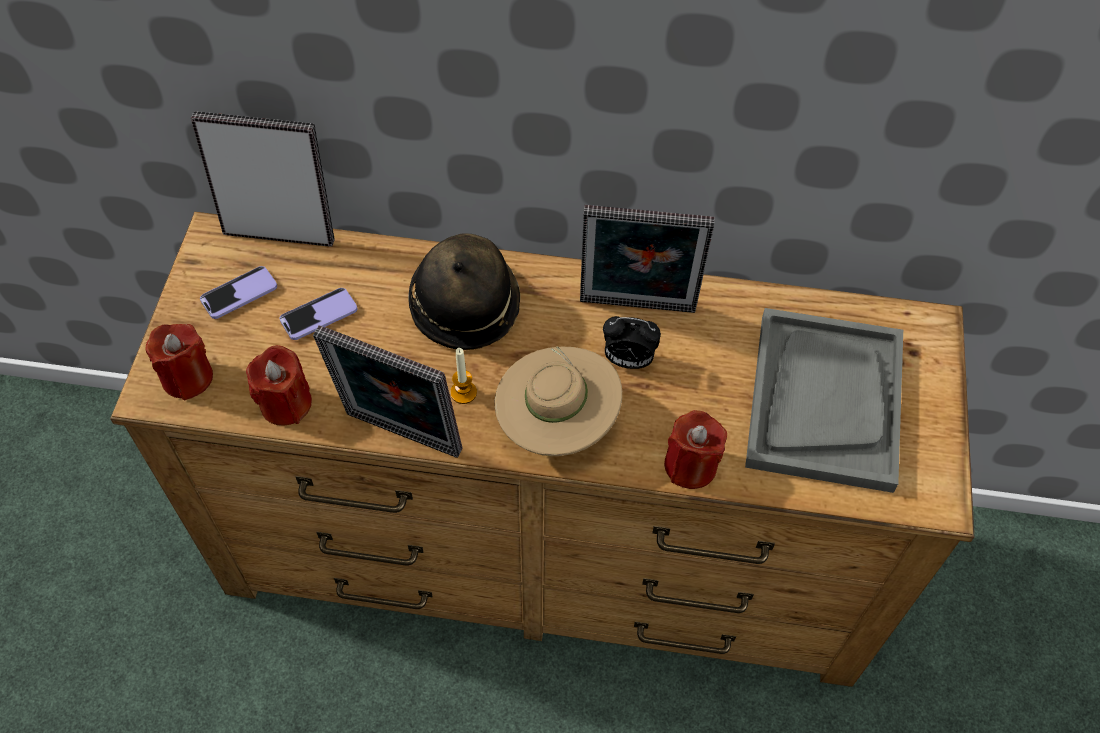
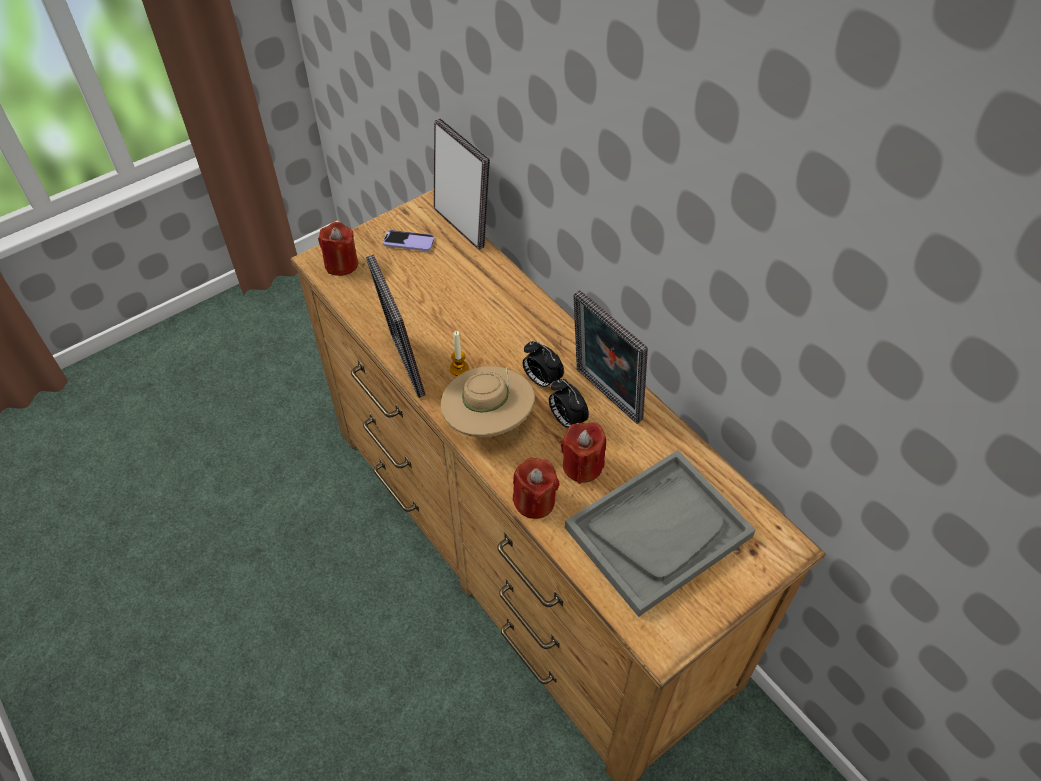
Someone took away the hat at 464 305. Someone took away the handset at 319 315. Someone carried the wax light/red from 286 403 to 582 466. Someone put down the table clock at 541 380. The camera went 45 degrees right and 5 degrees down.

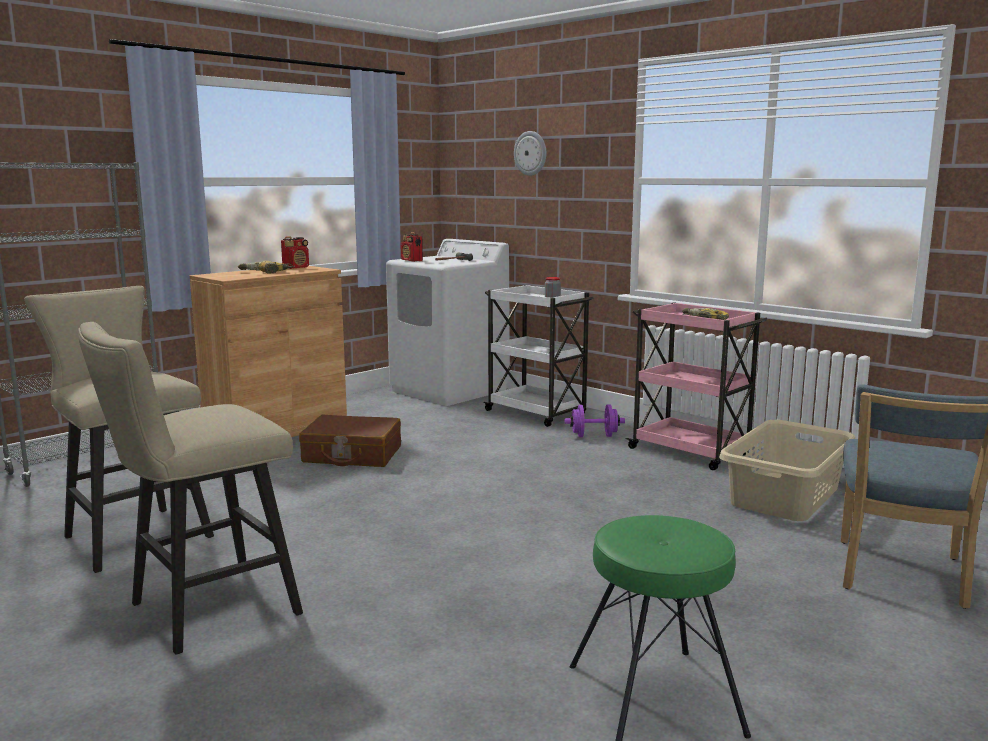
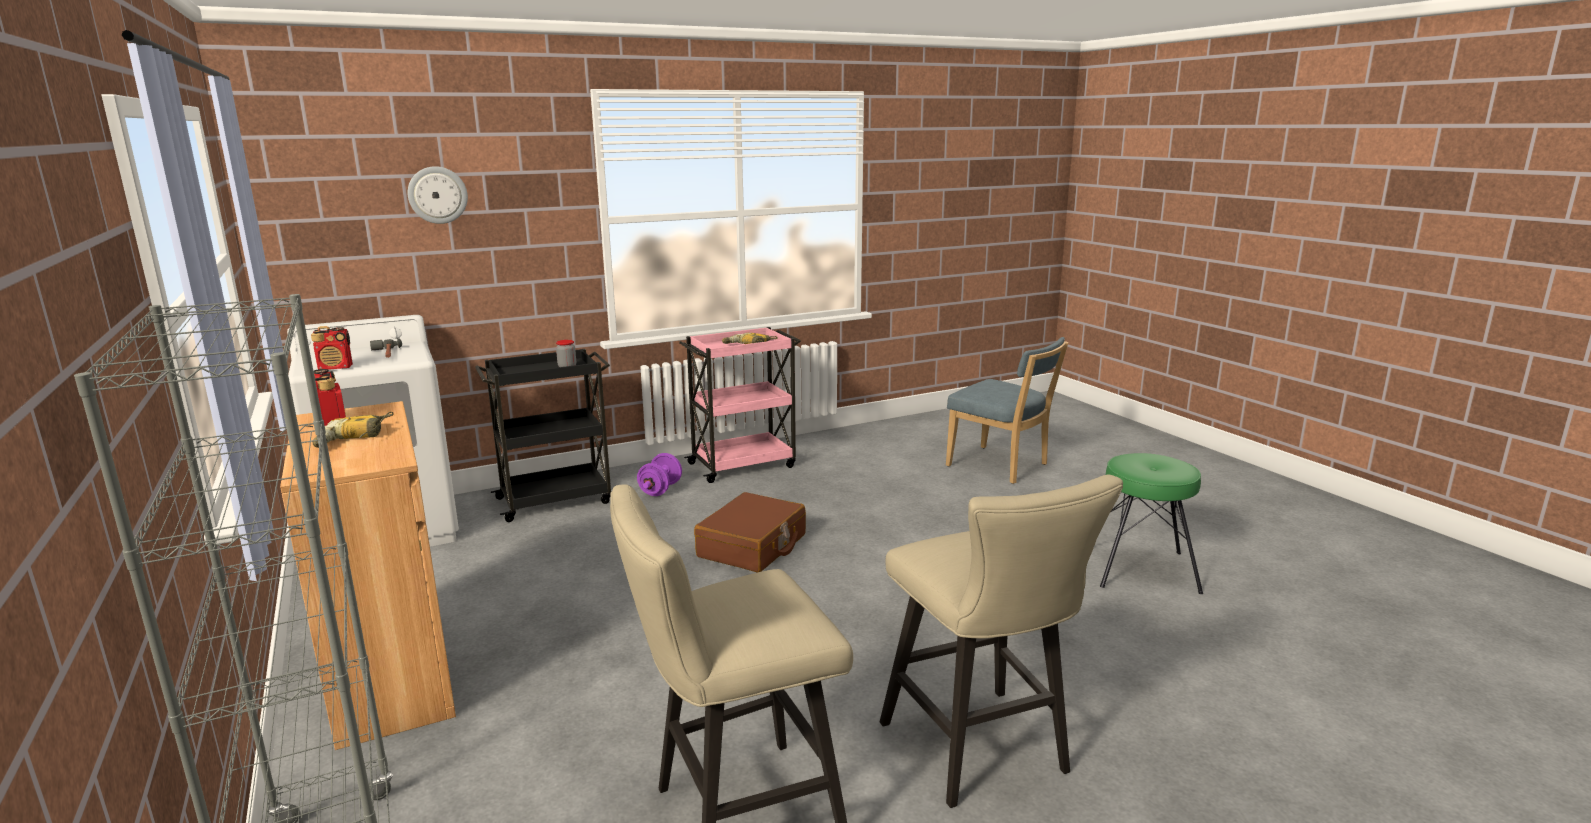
Someone repainted the wheeled cart/white-coloured at 536 413, which became the wheeled cart/blackish at 556 500. Someone carried the suitcase/brown from 352 455 to 752 546. Someone took away the washing basket/sand-coloured at 784 496. The camera went 70 degrees left and 5 degrees up.

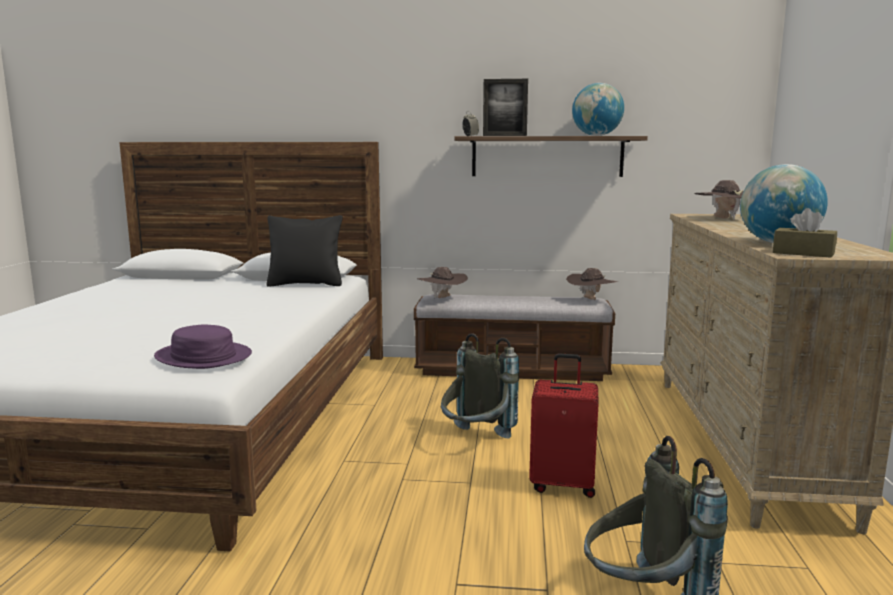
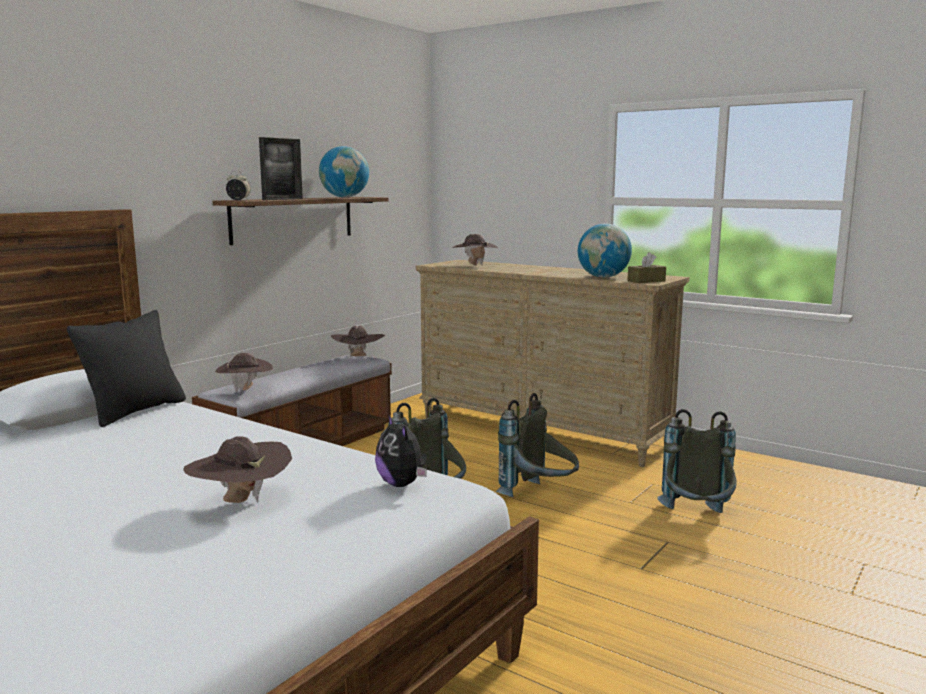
Someone swapped the hat/purple-coloured at 203 357 for the plush toy at 402 484. Someone swapped the suitcase/red at 563 484 for the backpack/gray at 540 496. Someone put down the hat/brown at 240 502. The camera went 60 degrees left and 0 degrees up.

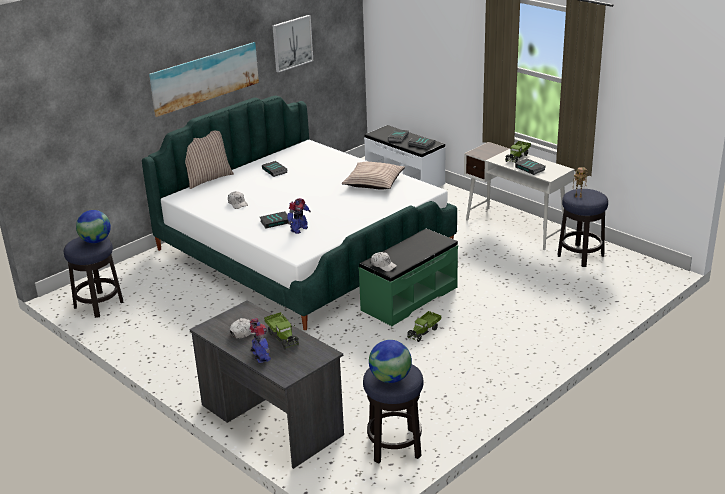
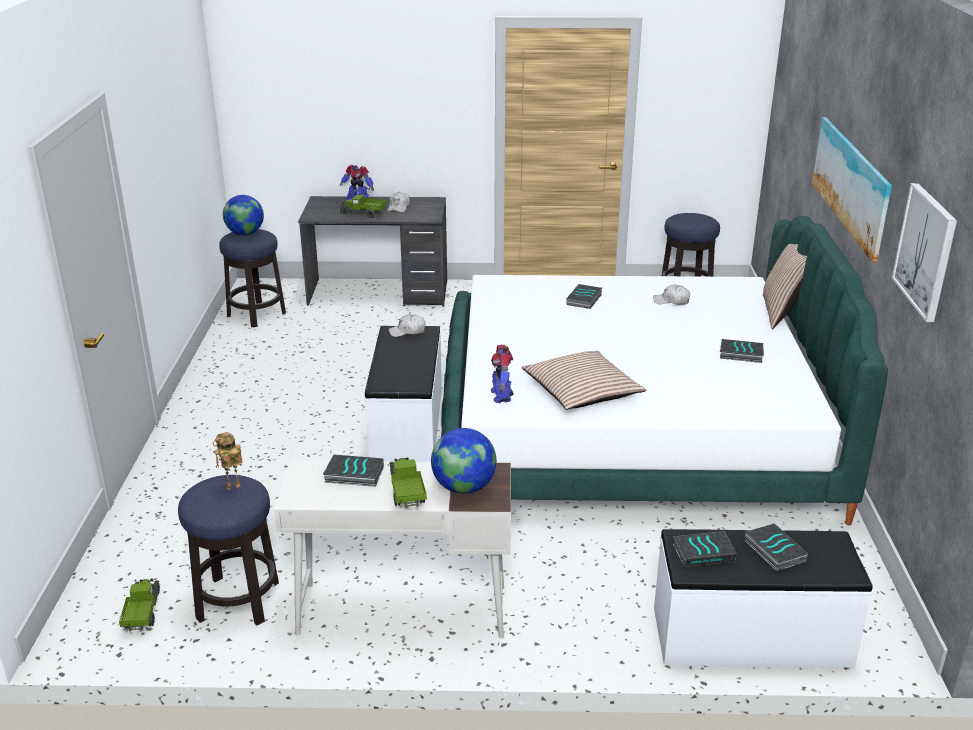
Someone carried the model robot from 298 229 to 501 395. Someone carried the globe from 96 241 to 464 487. Someone repainted the long seat/green-coloured at 409 298, which became the long seat/white-coloured at 408 424. Someone carried the toy lorry from 424 332 to 142 613. The camera went 135 degrees right and 0 degrees up.

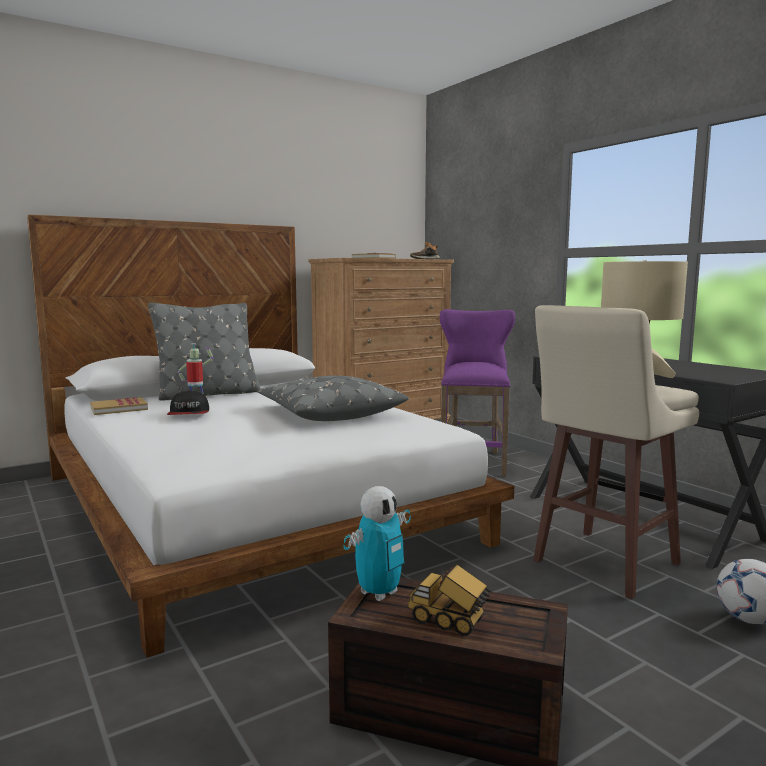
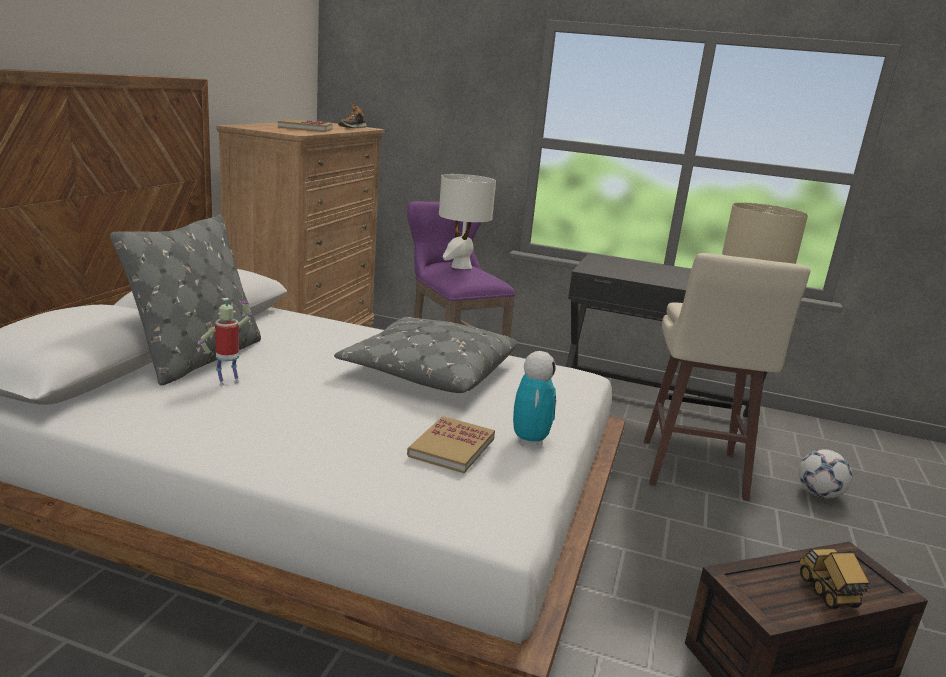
Someone took away the baseball cap at 189 414. Someone carried the bound book from 119 408 to 451 447. Someone carried the model robot from 379 593 to 530 440. Someone rotated the toy lorry at 449 622 by 90 degrees clockwise. Someone put down the table lamp/white-coloured at 461 266. The camera went 40 degrees left and 10 degrees up.

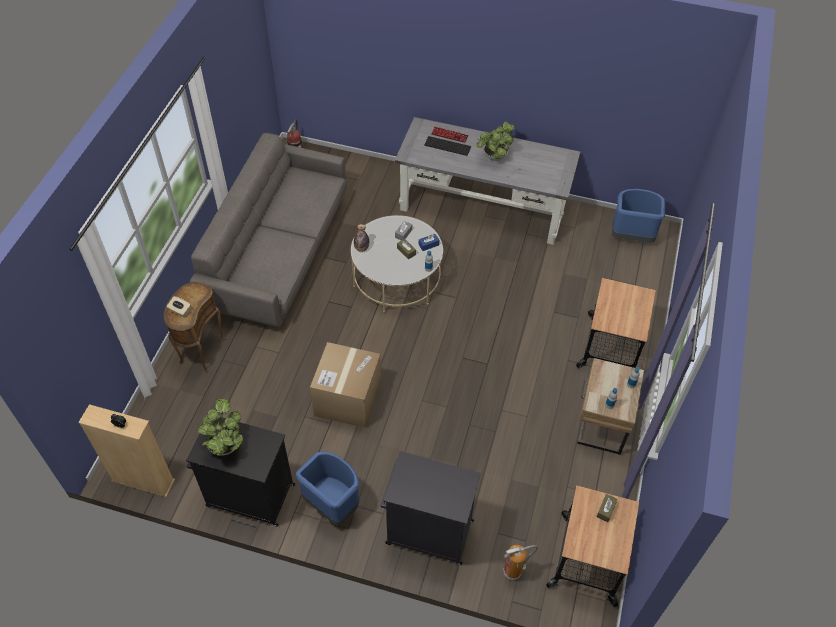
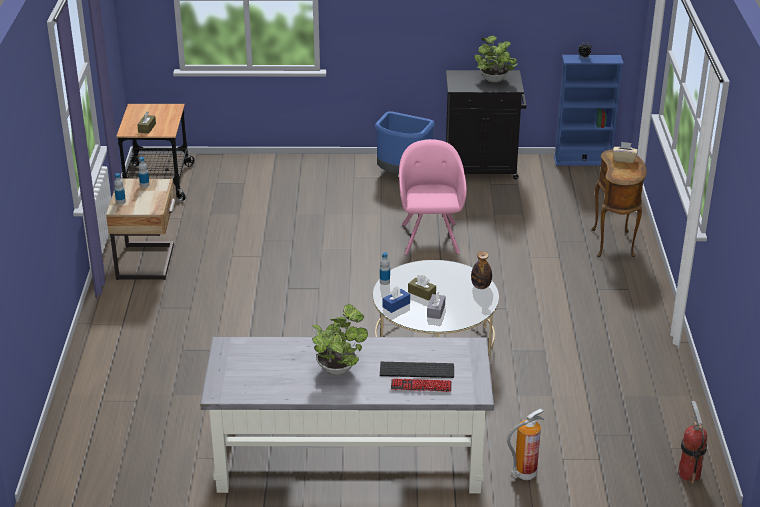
Someone took away the couch/gray at 279 254. Someone took away the trash can/blue-coloured at 631 236. Someone took away the wheeled cart at 611 348. Someone swapped the cardboard box at 348 399 for the armchair/pink-coloured at 430 236. Someone repainted the bookshelf/sand-coloured at 143 480, which became the bookshelf/blue-coloured at 582 161. Someone took away the cupboard/blackish at 427 532. Someone carried the fire-fighting cylinder from 513 571 to 524 474. The camera went 165 degrees right and 20 degrees down.

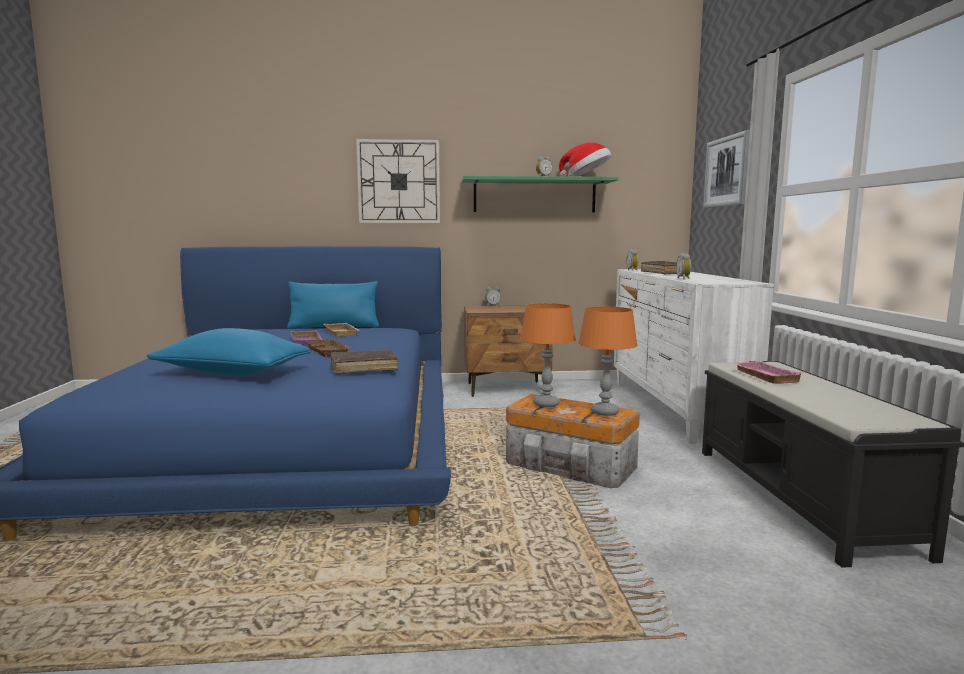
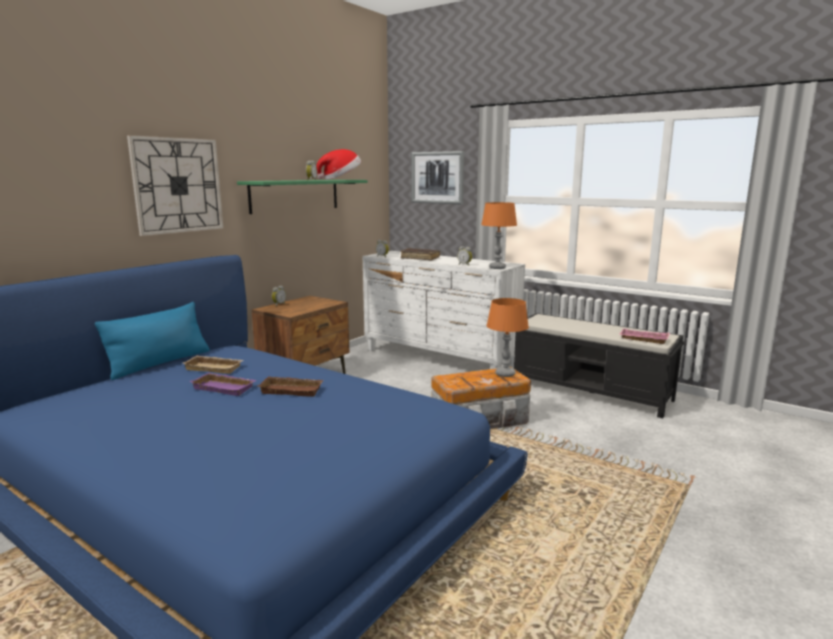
Someone carried the table lamp/orange-coloured from 546 404 to 497 267. Someone took away the cushion/blue-coloured at 232 373. Someone took away the bound book/brown at 364 369. Someone carried the carrying tray/pink-coloured from 763 376 to 642 339. The camera went 50 degrees left and 5 degrees up.

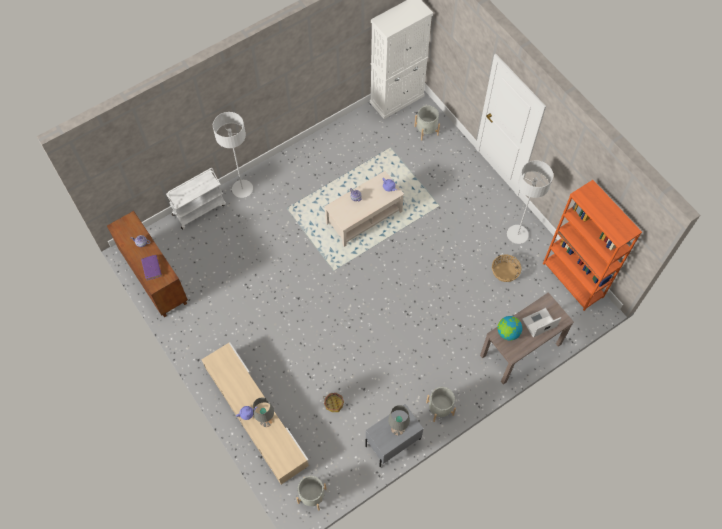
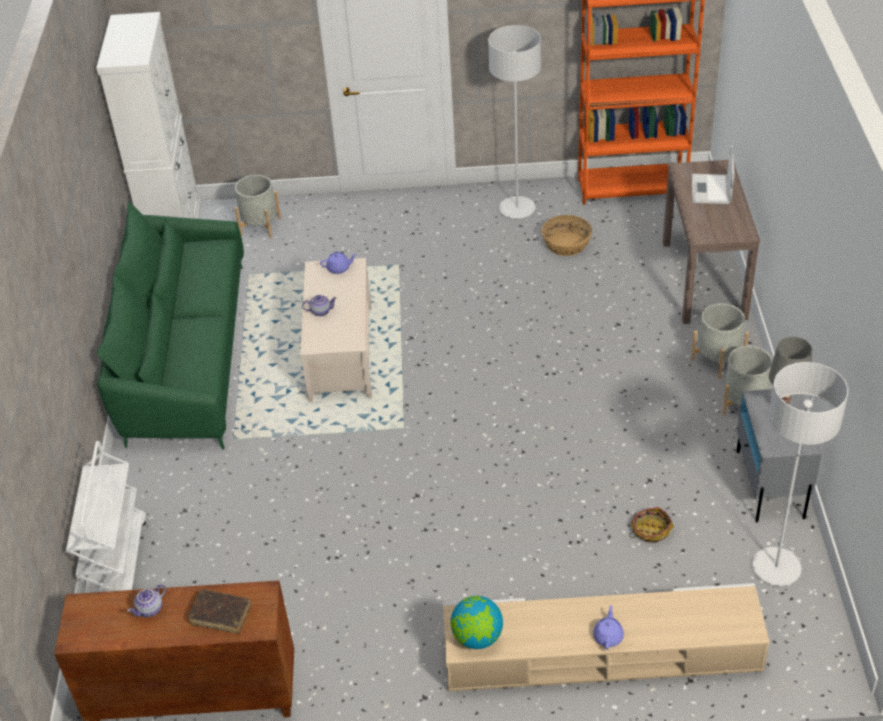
Someone carried the floor lamp/gray from 242 189 to 776 568. Someone repainted the bound book/purple-coloured at 152 268, which became the bound book/brown at 221 615. Someone carried the globe from 508 332 to 477 637. Someone took away the table lamp/gray at 266 420. Someone carried the plant pot/gray from 312 496 to 717 360. Someone put down the couch/green-coloured at 185 355. The camera went 55 degrees left and 20 degrees down.

